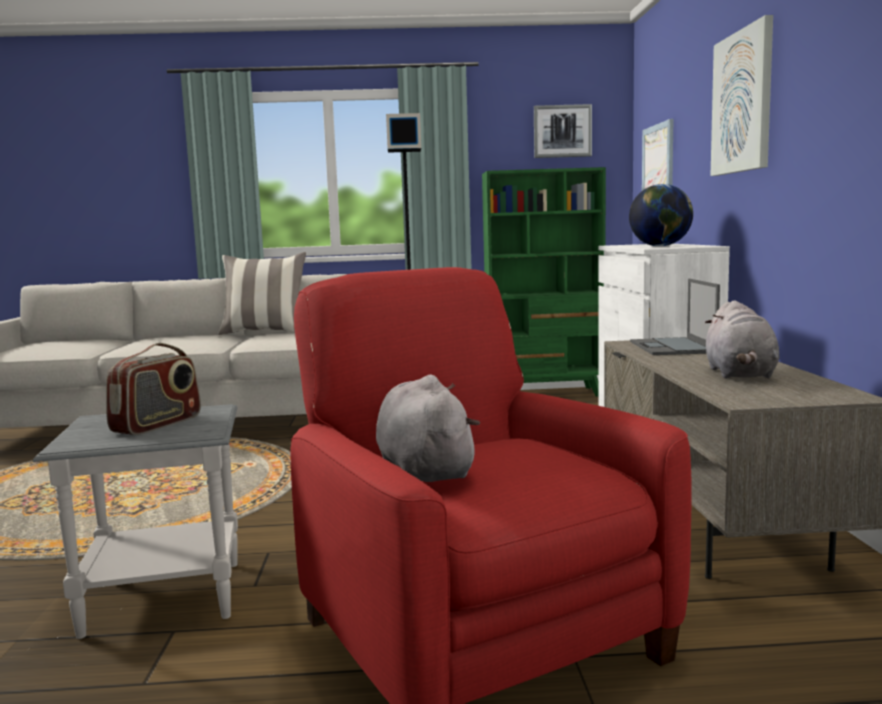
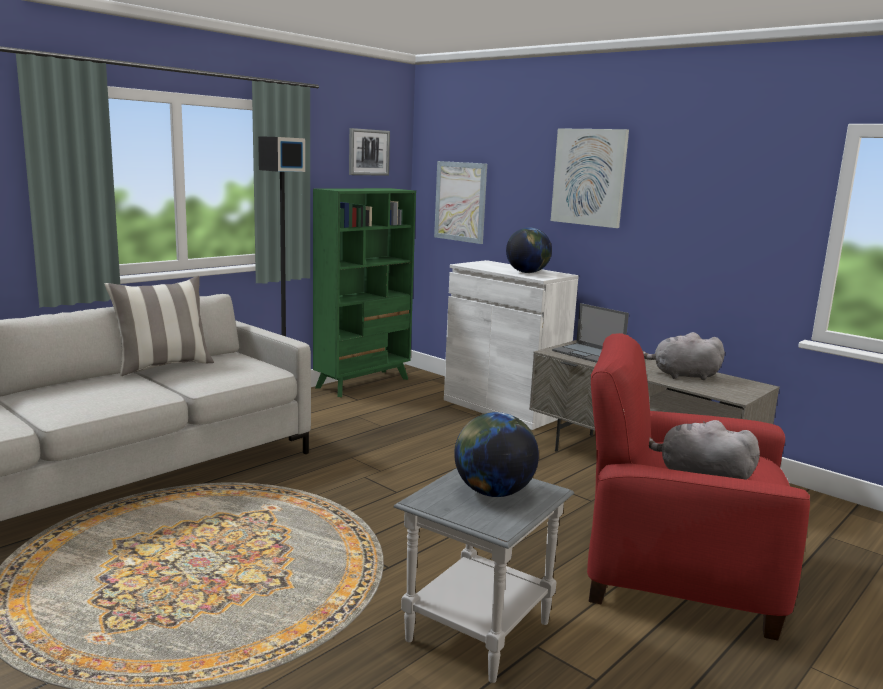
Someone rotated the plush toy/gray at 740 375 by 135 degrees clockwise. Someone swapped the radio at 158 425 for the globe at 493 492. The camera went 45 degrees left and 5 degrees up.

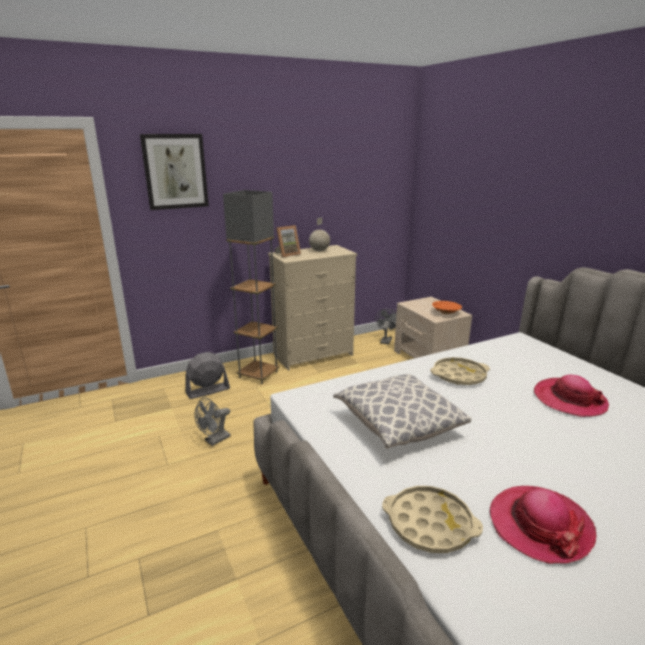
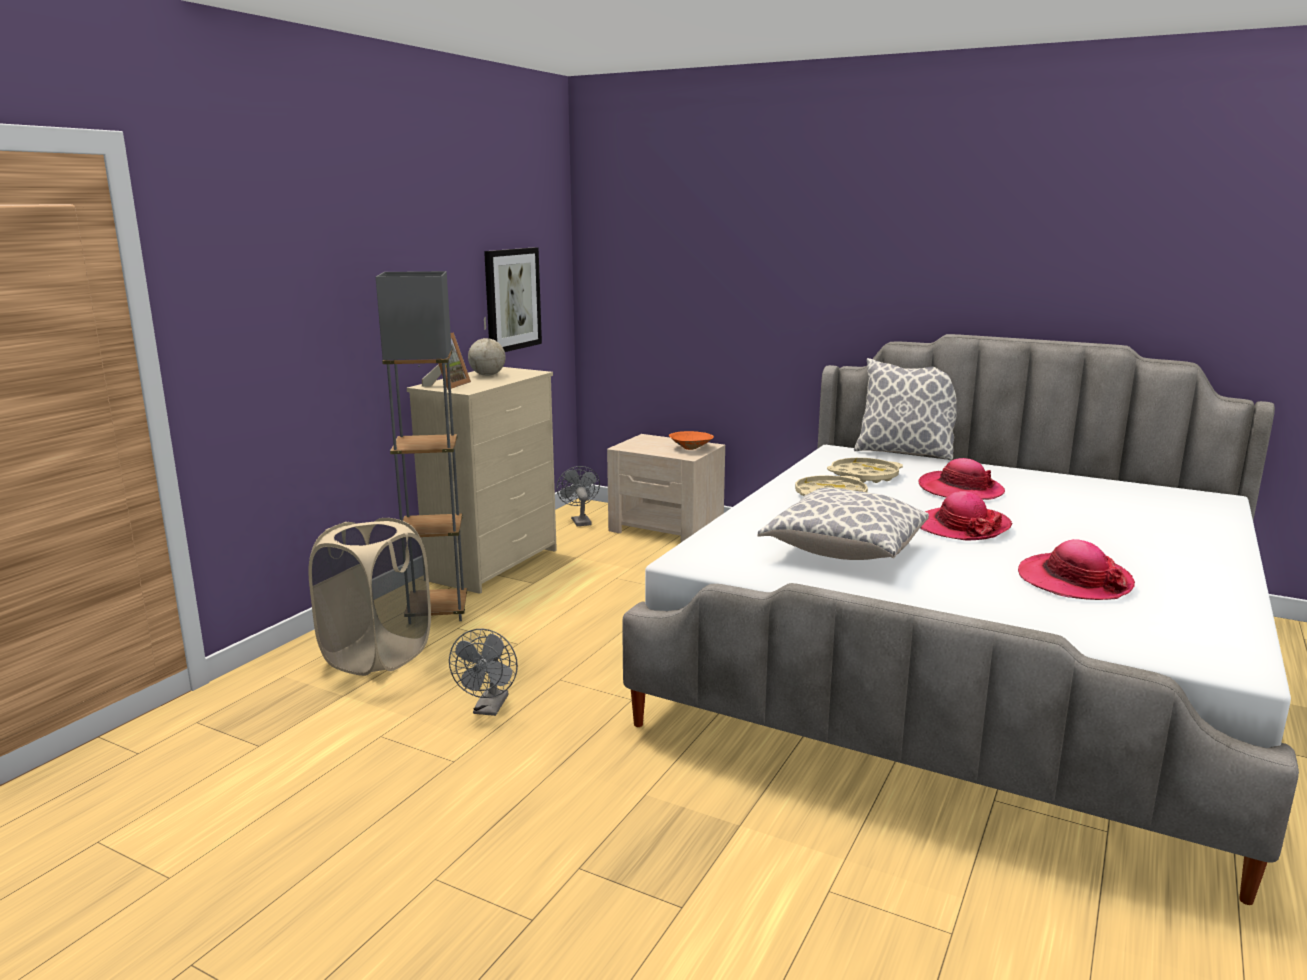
Someone carried the wall picture from 175 171 to 512 299. Someone swapped the electric fan/gray at 207 390 for the washing basket/sand-coloured at 377 655. Someone carried the carrying tray/sand-coloured from 429 524 to 864 476. Someone put down the cushion at 904 453. Someone put down the hat at 961 527. The camera went 35 degrees left and 5 degrees down.

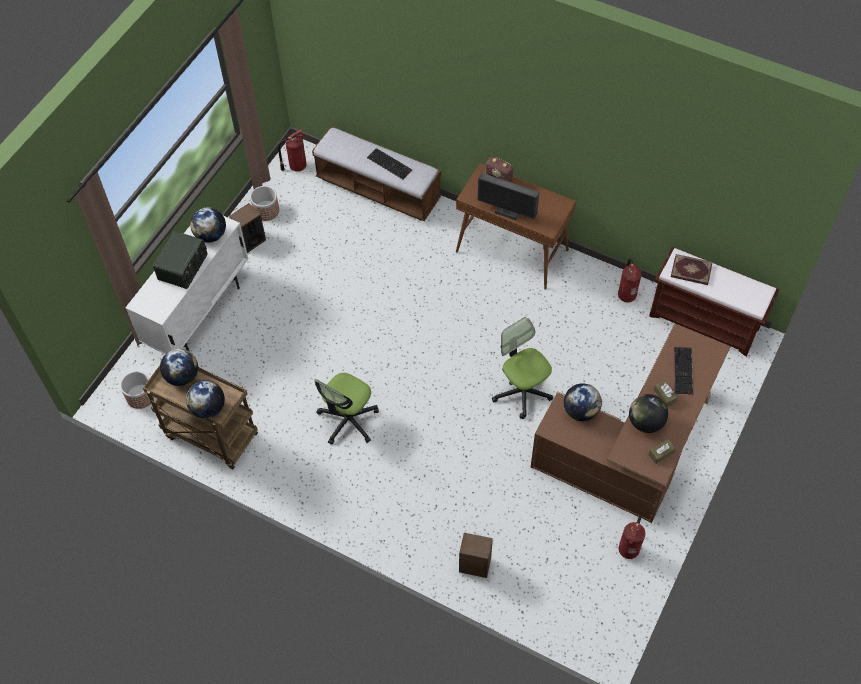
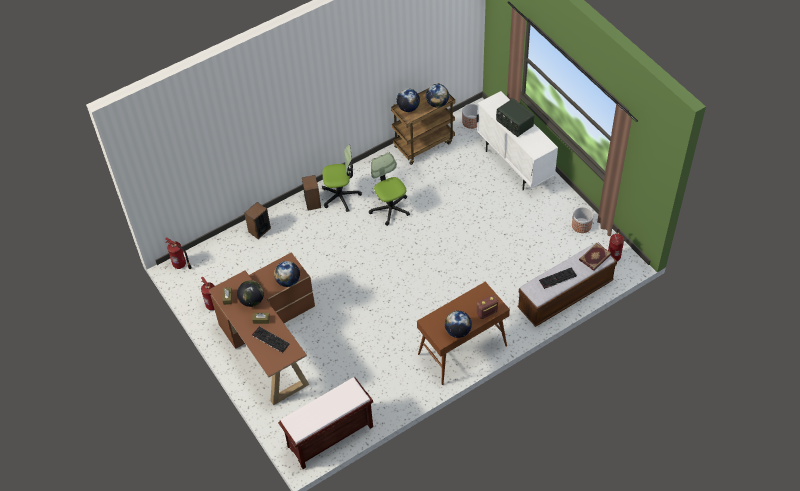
Someone took away the computer screen at 507 213. Someone carried the speaker from 250 241 to 313 202. Someone carried the globe from 211 235 to 458 331. Someone carried the bound book from 691 271 to 594 257. Someone carried the fire-fighting cylinder from 626 295 to 180 265. Someone carried the desk chair from 522 391 to 340 196. The camera went 120 degrees right and 5 degrees down.

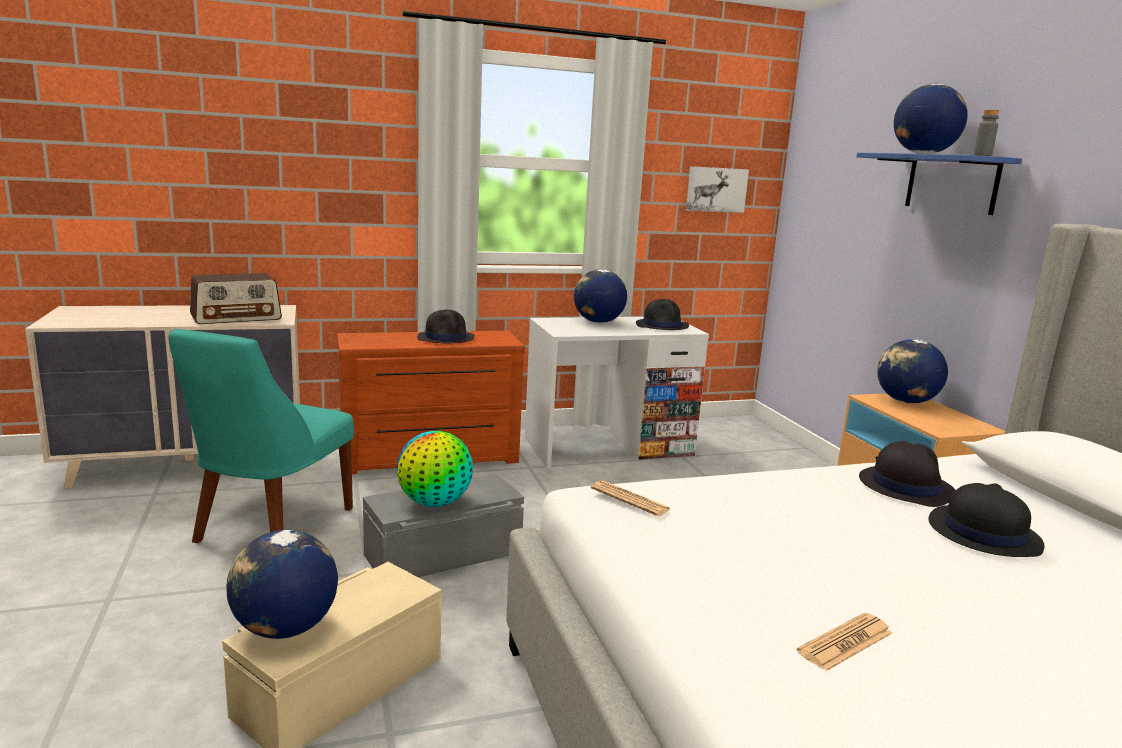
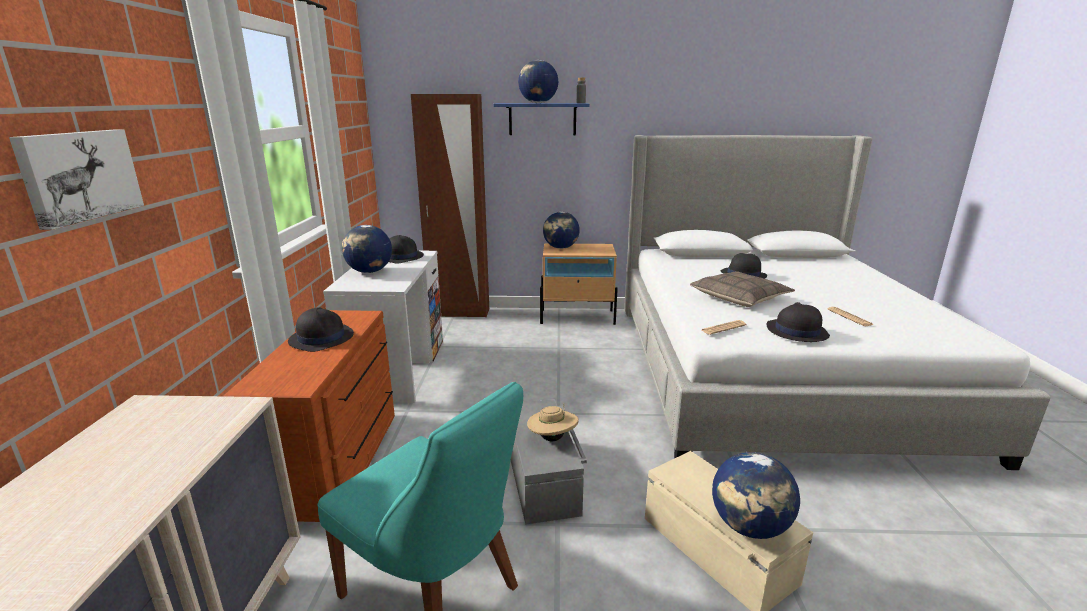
Someone carried the wall picture from 715 189 to 79 175. Someone took away the radio at 236 317. Someone swapped the globe at 435 503 for the hat/sand-coloured at 552 438. Someone carried the hat/blackish from 905 486 to 796 331. Someone put down the armoire/brown at 459 313. Someone put down the cushion at 740 297. The camera went 70 degrees left and 5 degrees up.

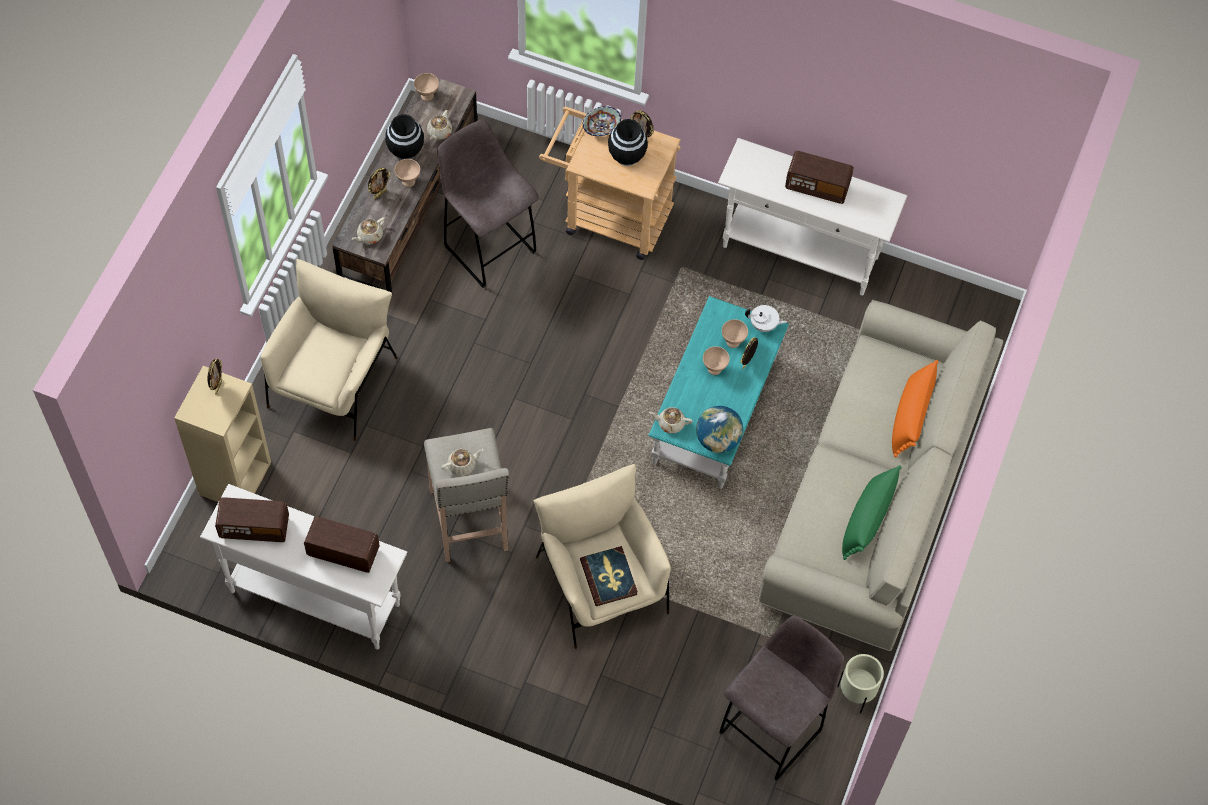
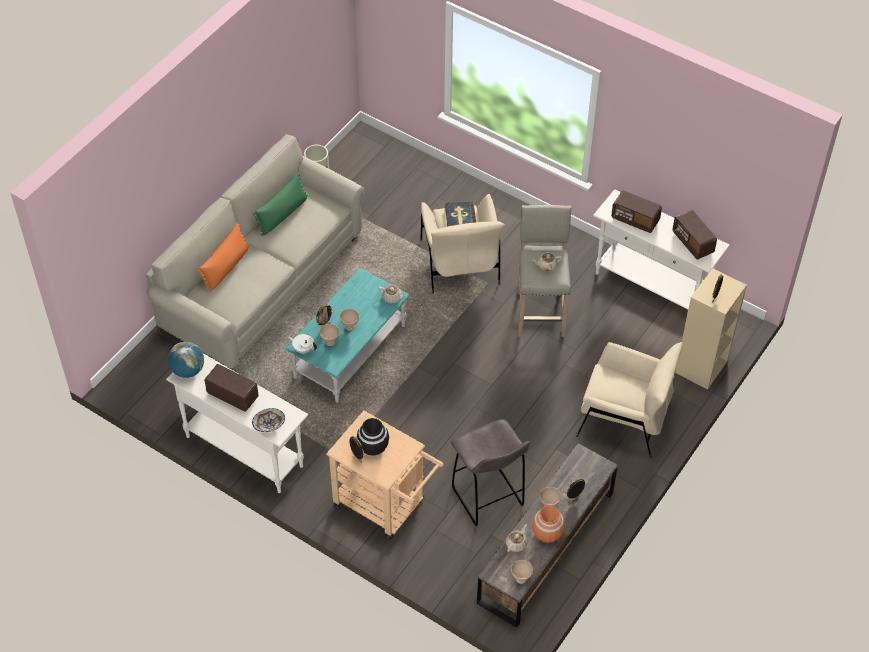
Someone carried the deep dish from 601 128 to 269 425. Someone repainted the decorative vase/blackish at 405 149, which became the decorative vase/orange-coloured at 547 533. Someone took away the tea pot/sand-coloured at 369 236. Someone rotated the armchair/sand-coloured at 333 381 by 105 degrees counterclockwise. Someone carried the globe from 717 440 to 188 370. Someone rotated the radio at 254 527 by 135 degrees counterclockwise. Someone took away the sitting stool/gray at 772 729. The camera went 165 degrees left and 10 degrees down.

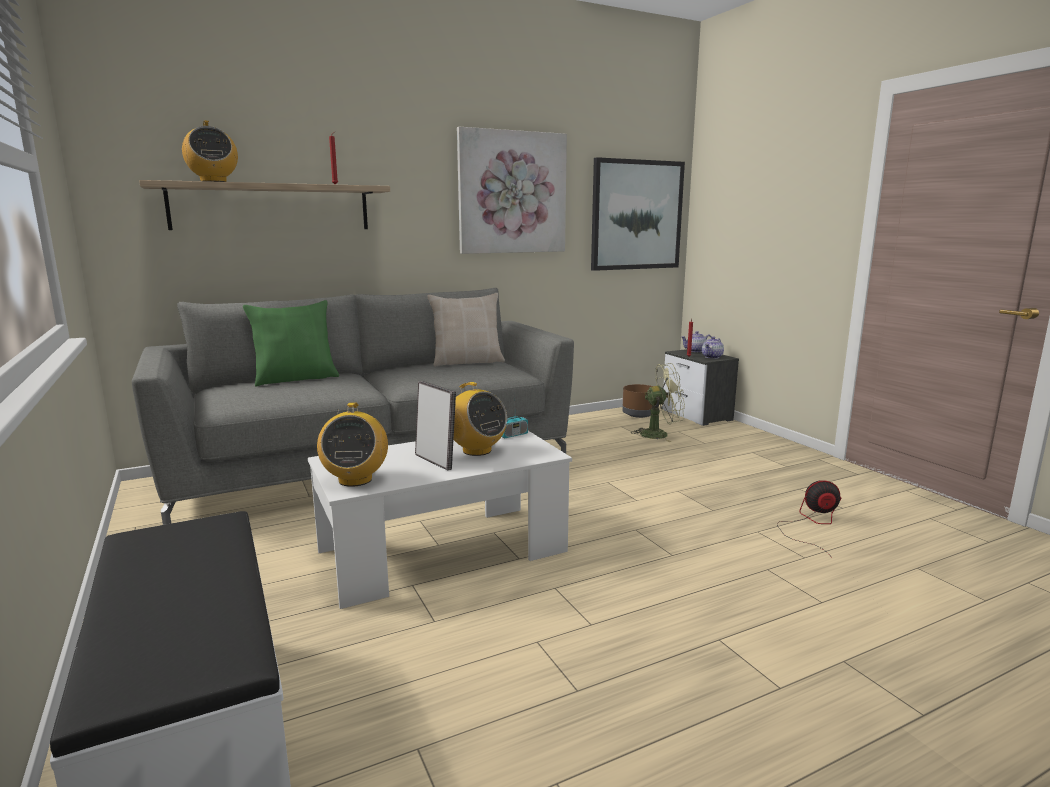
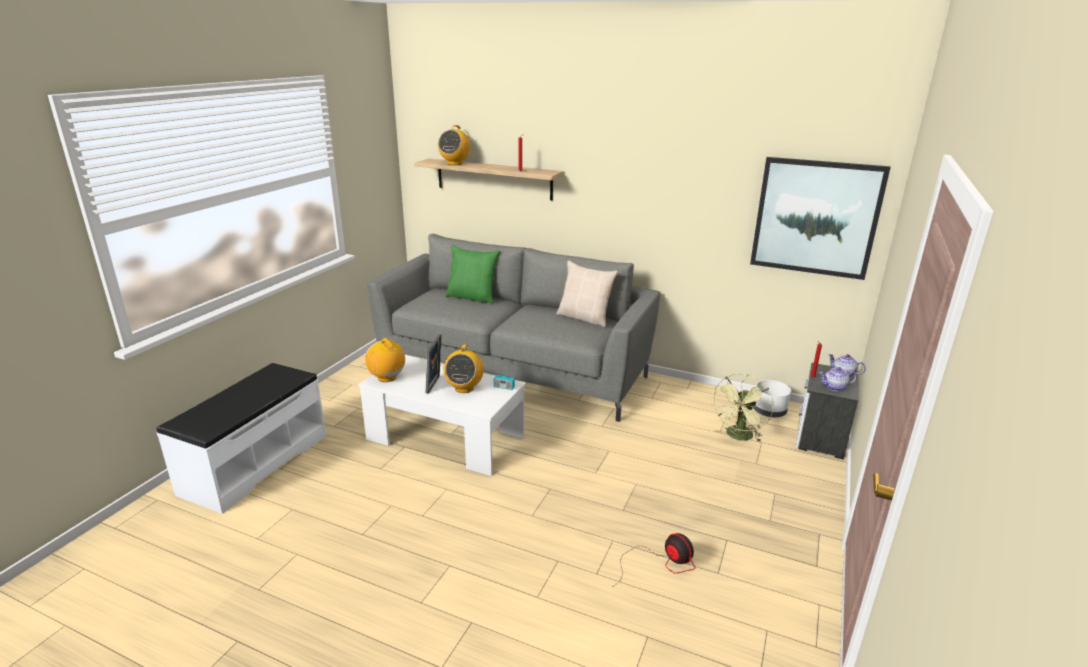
Someone took away the wall picture at 512 193. Someone rotated the electric fan/green-coloured at 660 434 by 75 degrees clockwise. Someone repainted the plant pot/brown at 638 414, which became the plant pot/white-coloured at 769 411. Someone rotated the radio at 355 480 by 90 degrees clockwise. The camera went 50 degrees right and 10 degrees up.

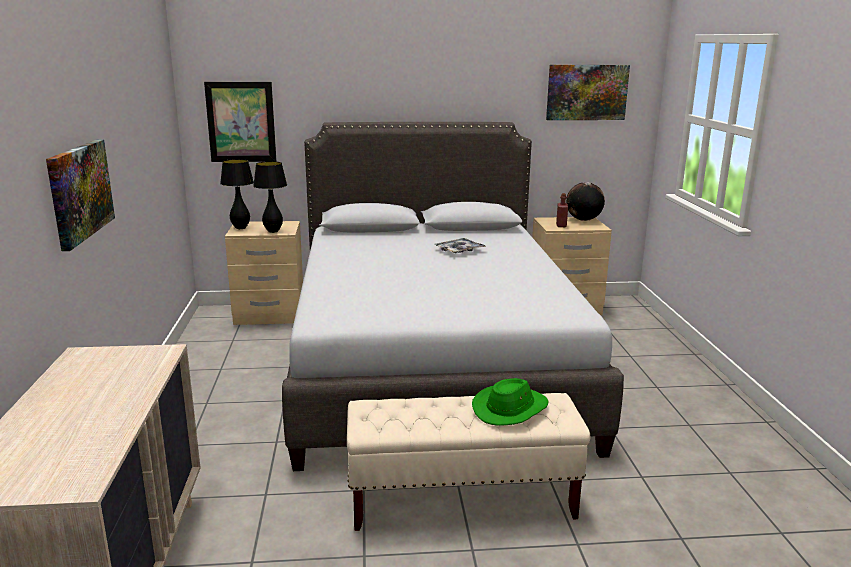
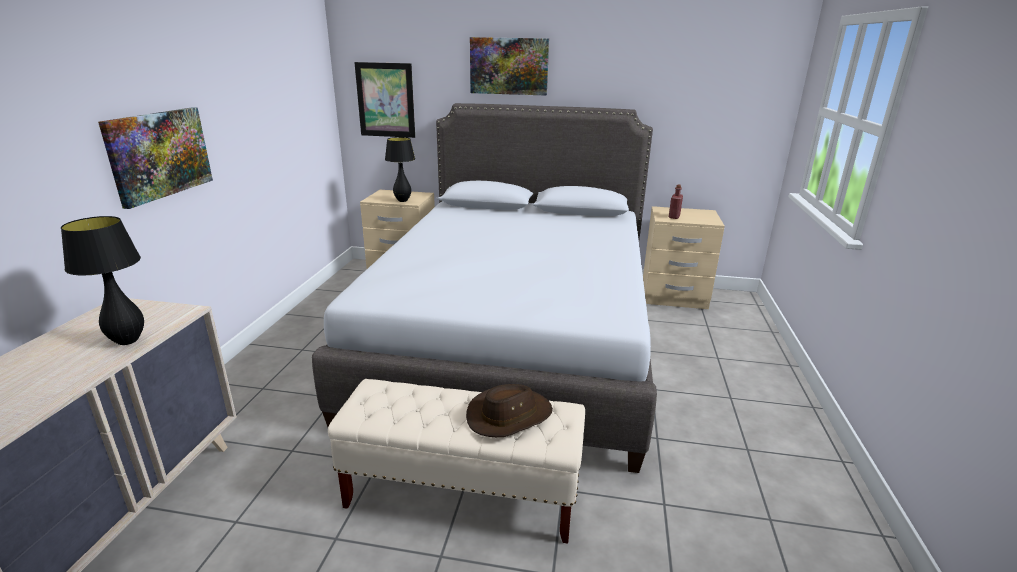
Someone carried the wall picture from 586 92 to 509 66. Someone carried the table lamp/blackish from 240 228 to 128 341. Someone took away the globe at 583 220. Someone took away the carrying tray at 459 250. Someone repainted the hat/green-coloured at 510 408, which became the hat/brown at 509 415. The camera went 15 degrees right and 5 degrees up.

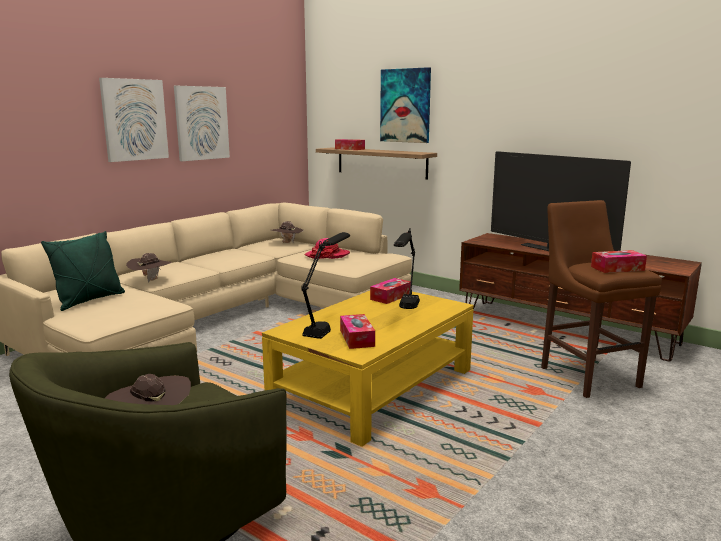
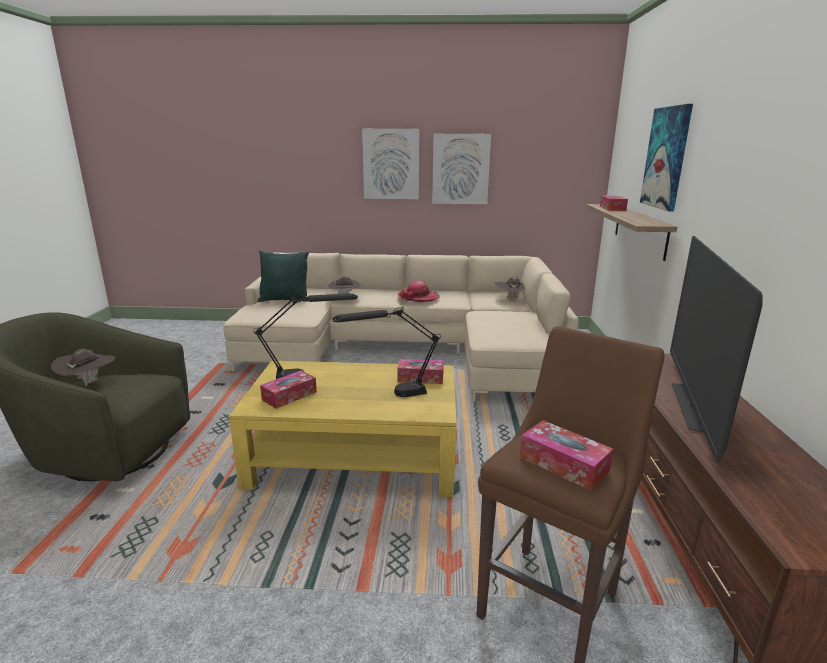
Someone carried the hat from 327 255 to 418 298. The camera went 55 degrees right and 5 degrees up.

